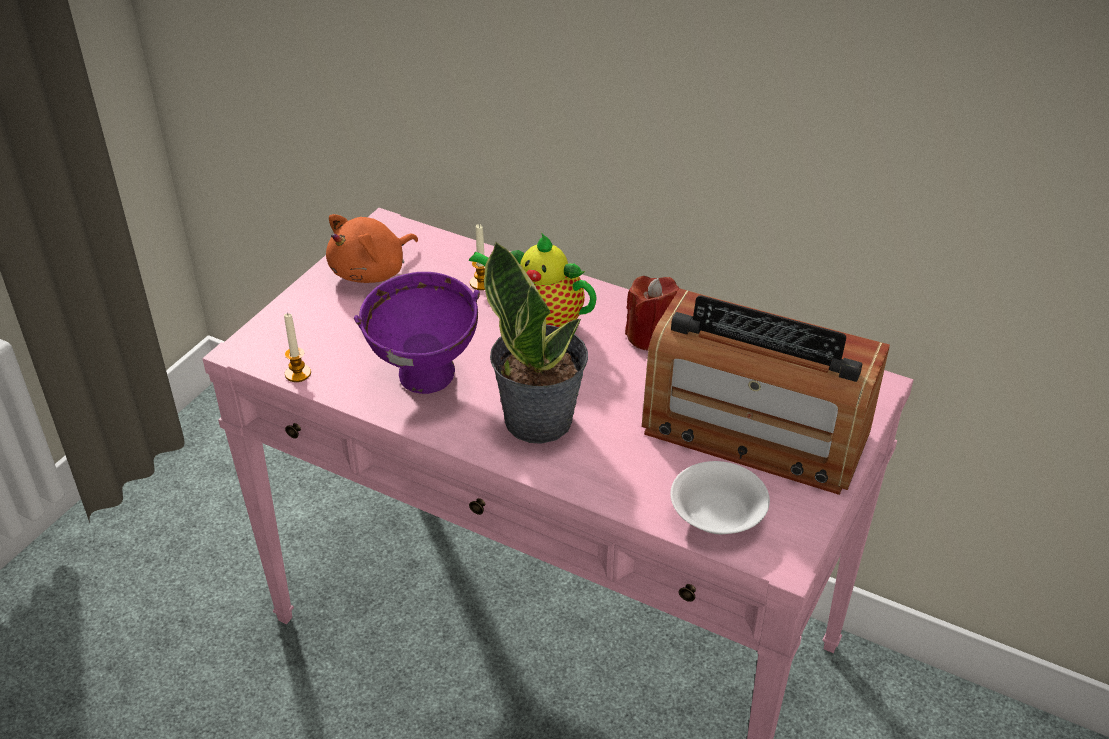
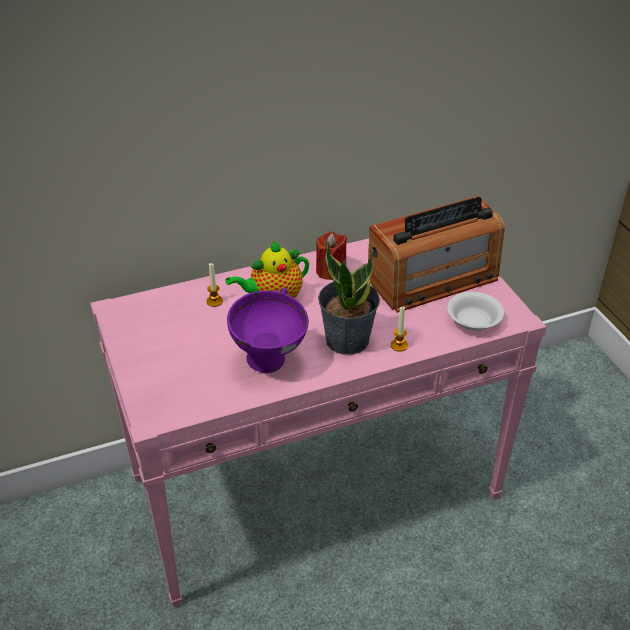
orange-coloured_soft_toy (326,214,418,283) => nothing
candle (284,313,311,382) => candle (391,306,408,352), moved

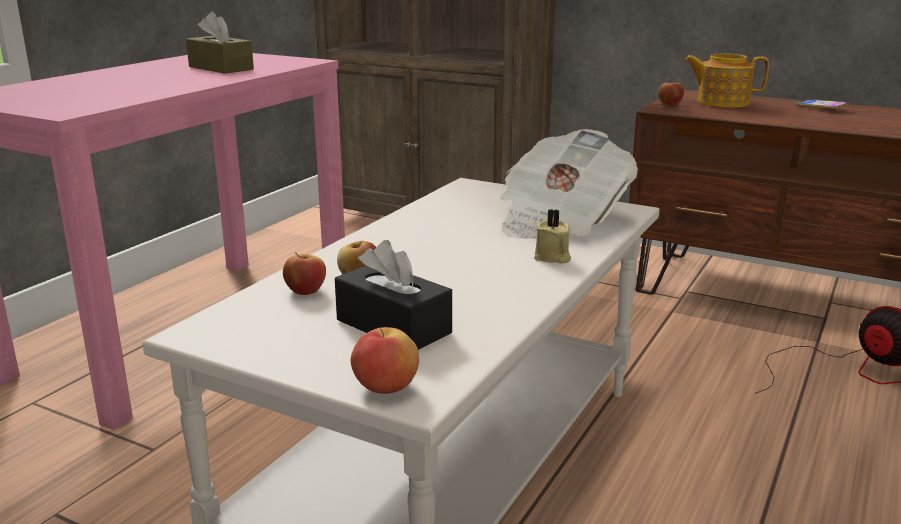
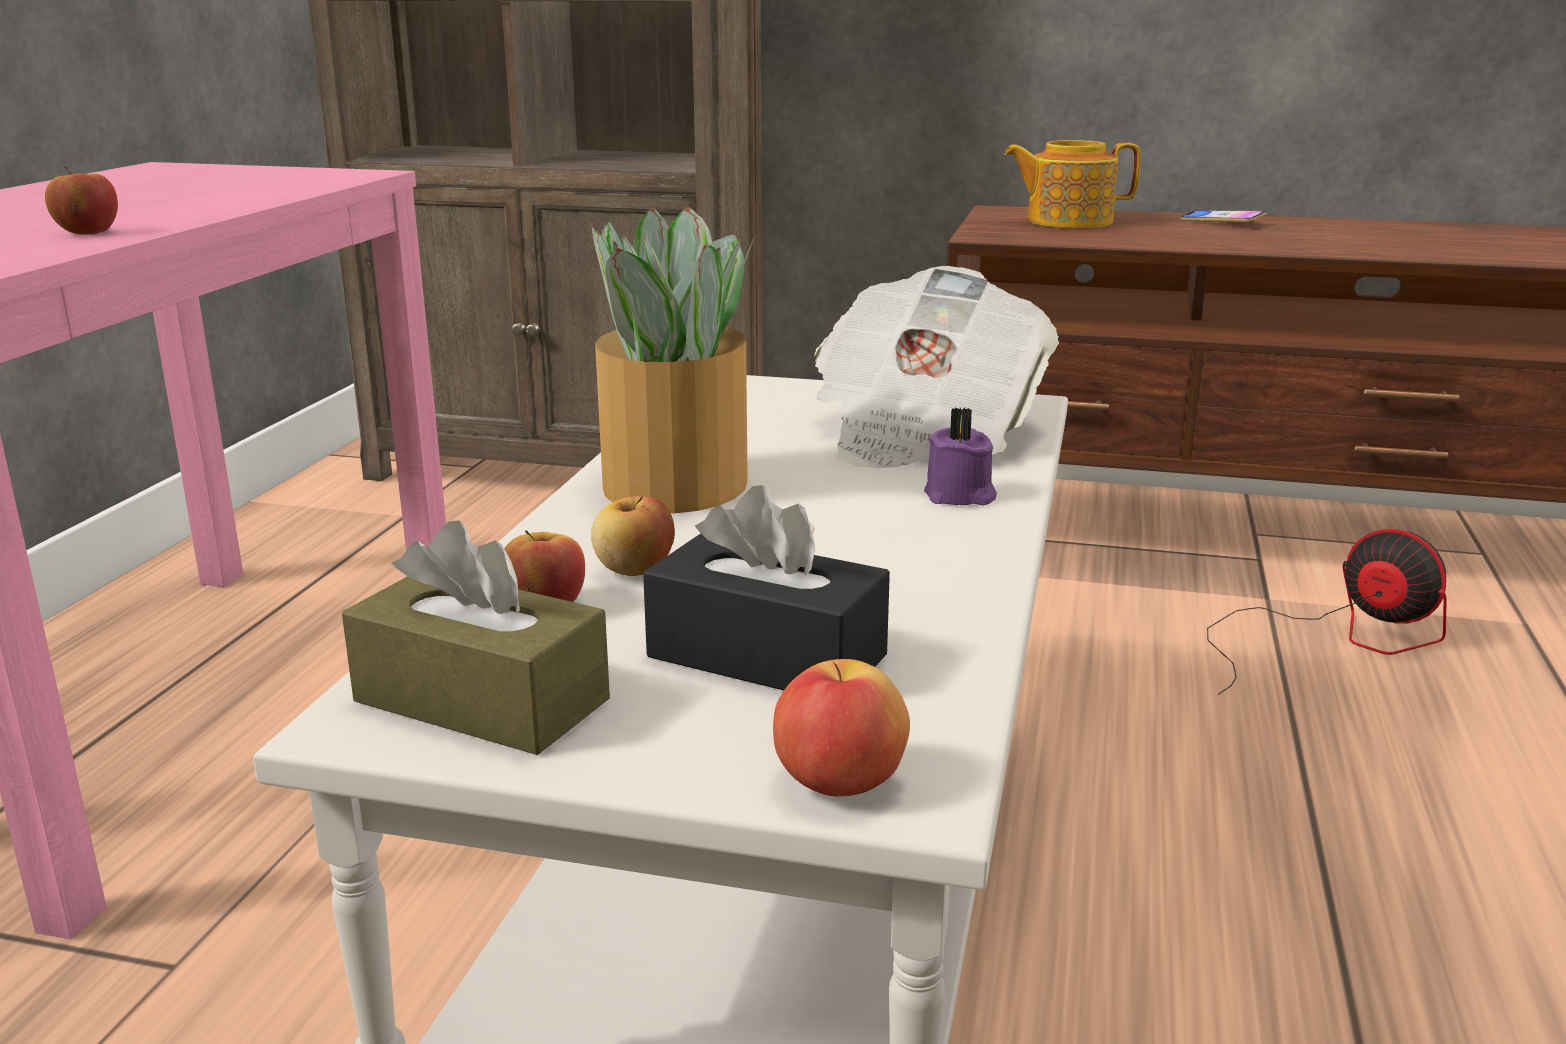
brownish_tissue_box (186,11,254,74) => brownish_tissue_box (342,520,610,755), moved
apple_fruit (658,80,684,105) => apple_fruit (45,166,118,235), moved
beige-coloured_candle (534,209,571,264) => purple_candle (924,407,997,506)
nothing => plant_in_a_pot (591,207,756,513)

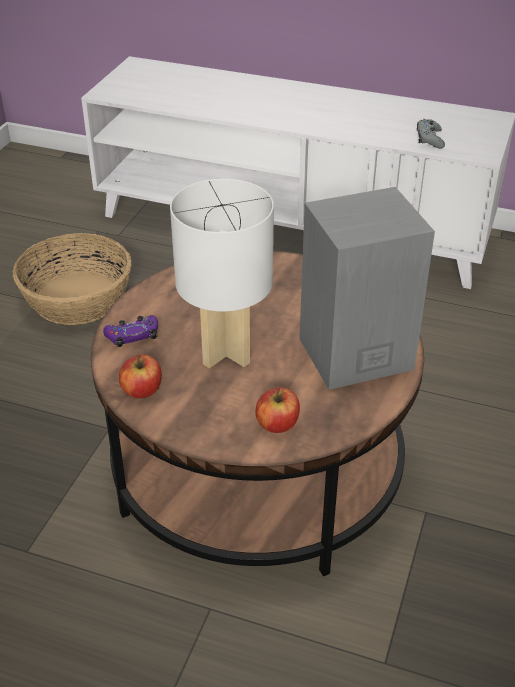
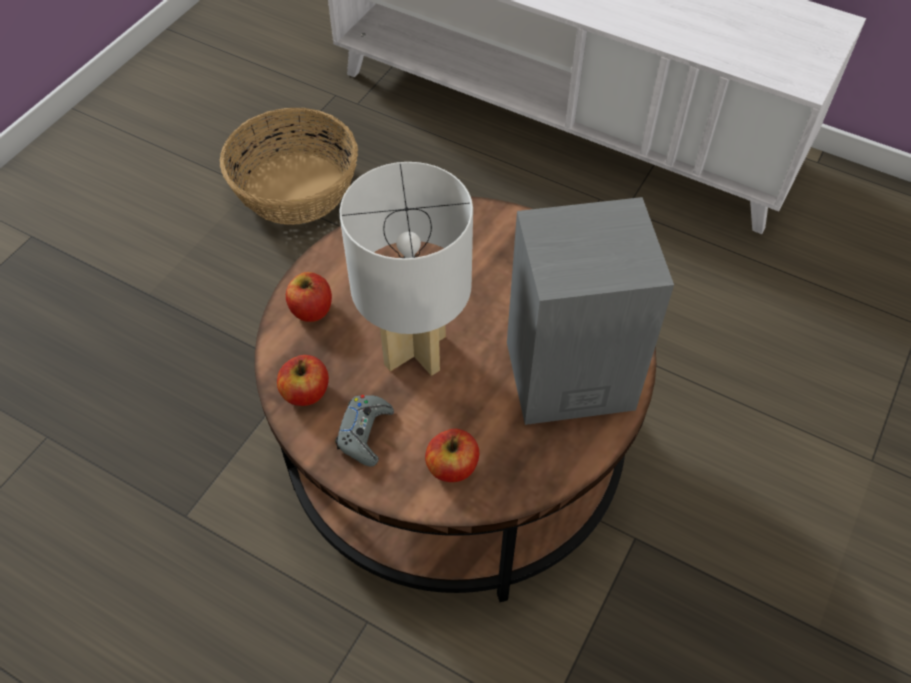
gray_game_controller (417,119,445,149) => gray_game_controller (335,395,394,466), moved
purple_game_controller (103,315,158,347) => apple_fruit (286,272,332,322)

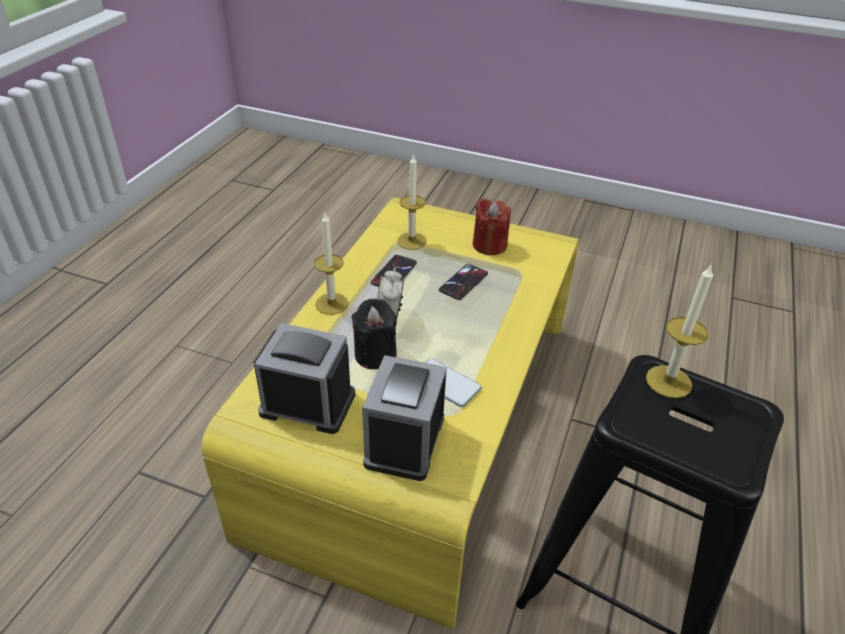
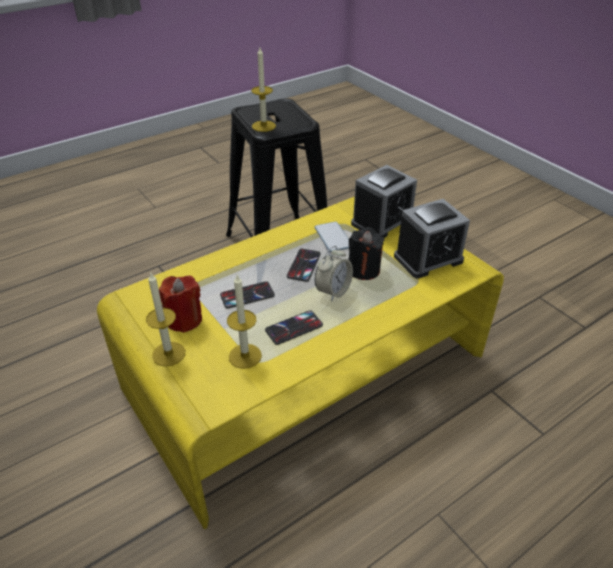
candle (314,213,349,315) => candle (146,271,185,367), moved
table_clock (254,323,355,434) => table_clock (394,199,470,279), 75 degrees counterclockwise
nothing => phone (287,249,321,282)

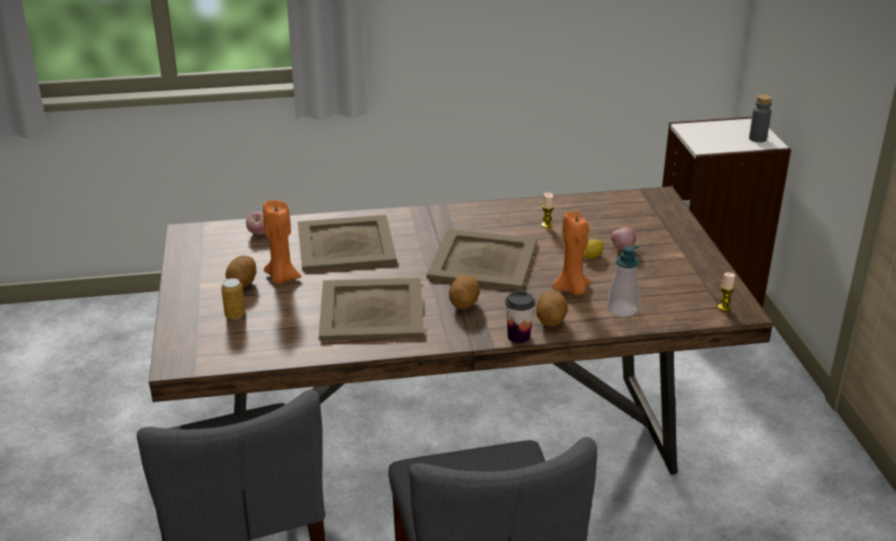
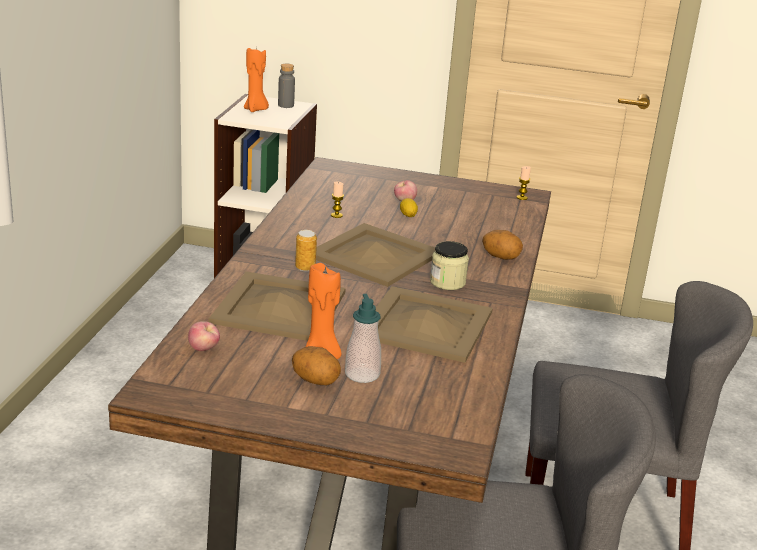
orange-coloured_candle (552,212,590,295) => orange-coloured_candle (244,47,269,112), moved
soap_dispenser (608,245,639,317) => soap_dispenser (345,294,381,383), moved
potato (449,275,480,309) => jar (430,241,469,290)
metal_can (221,278,245,320) => metal_can (295,230,317,271), moved
drinking_cup (505,291,535,343) => nothing

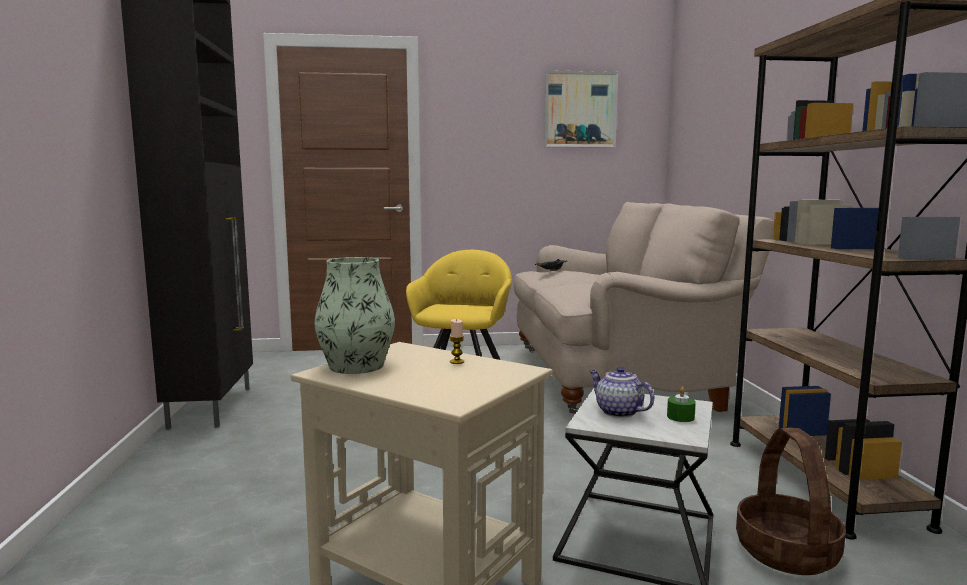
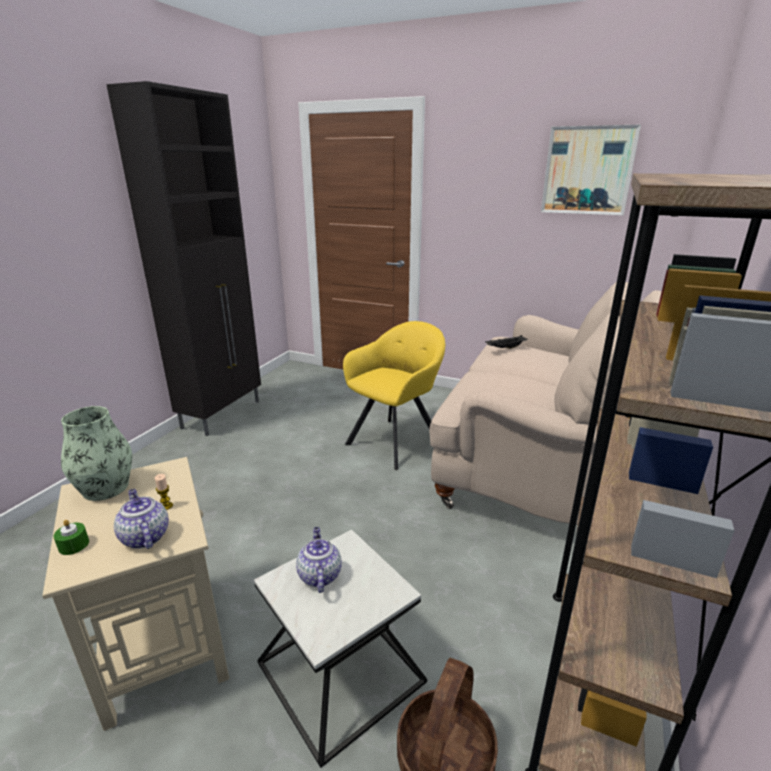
green_candle (667,387,696,422) => green_candle (53,520,89,555), moved
nothing => tea_pot (114,489,169,549)

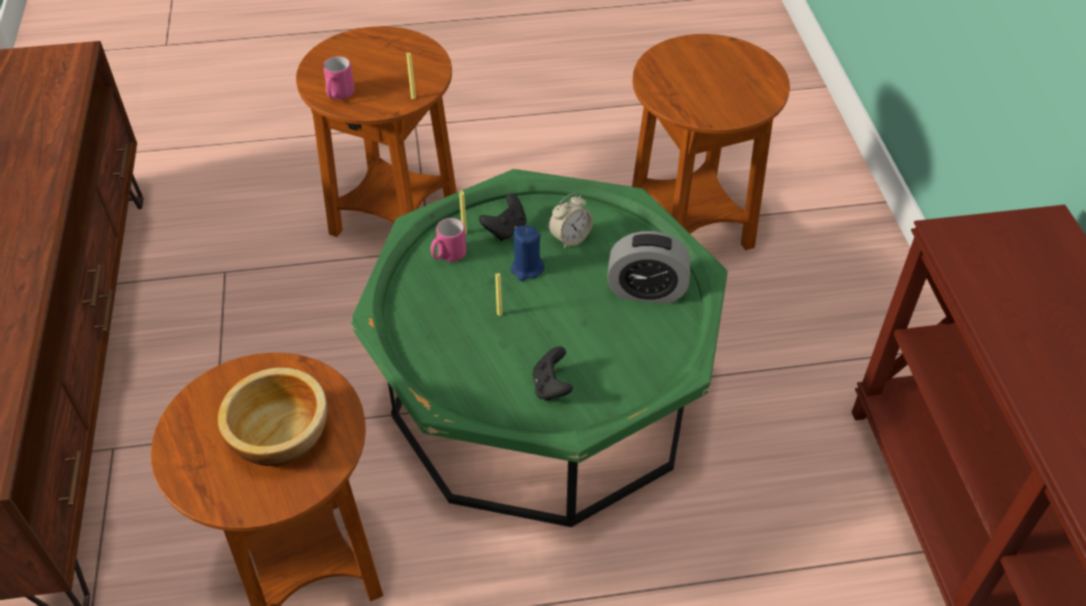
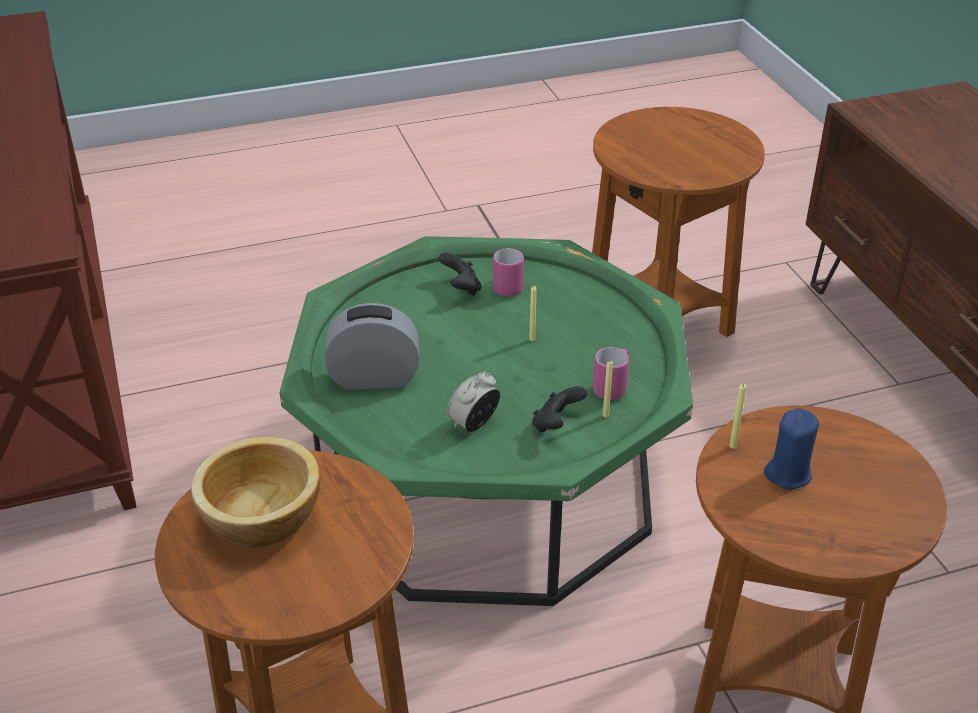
pinkish_coffee_mug (323,56,355,99) => pinkish_coffee_mug (493,248,524,296), moved
blue-coloured_candle (510,226,545,281) => blue-coloured_candle (764,408,819,490), moved
serving_bowl (217,368,328,466) => serving_bowl (191,437,320,548), moved

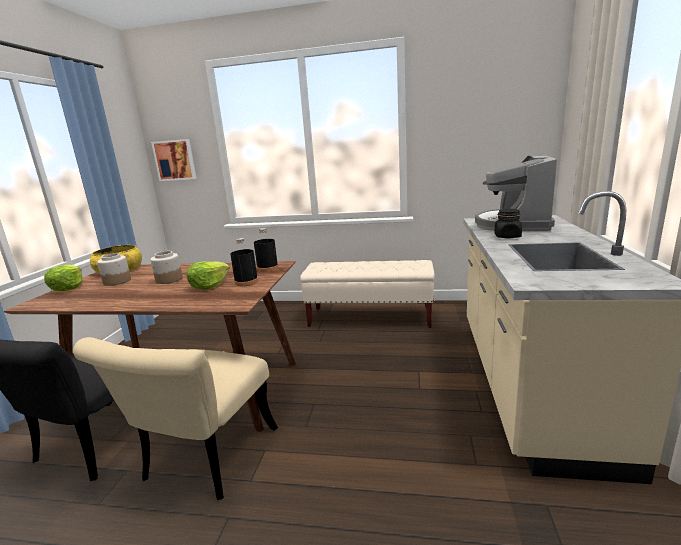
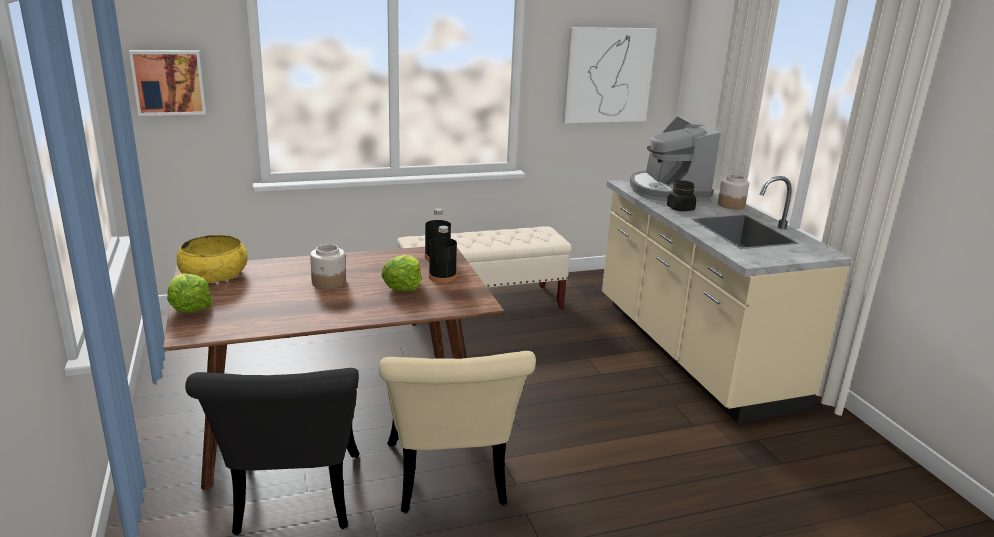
jar (97,253,131,286) => jar (718,175,749,209), moved
nothing => wall_picture (562,27,657,124)

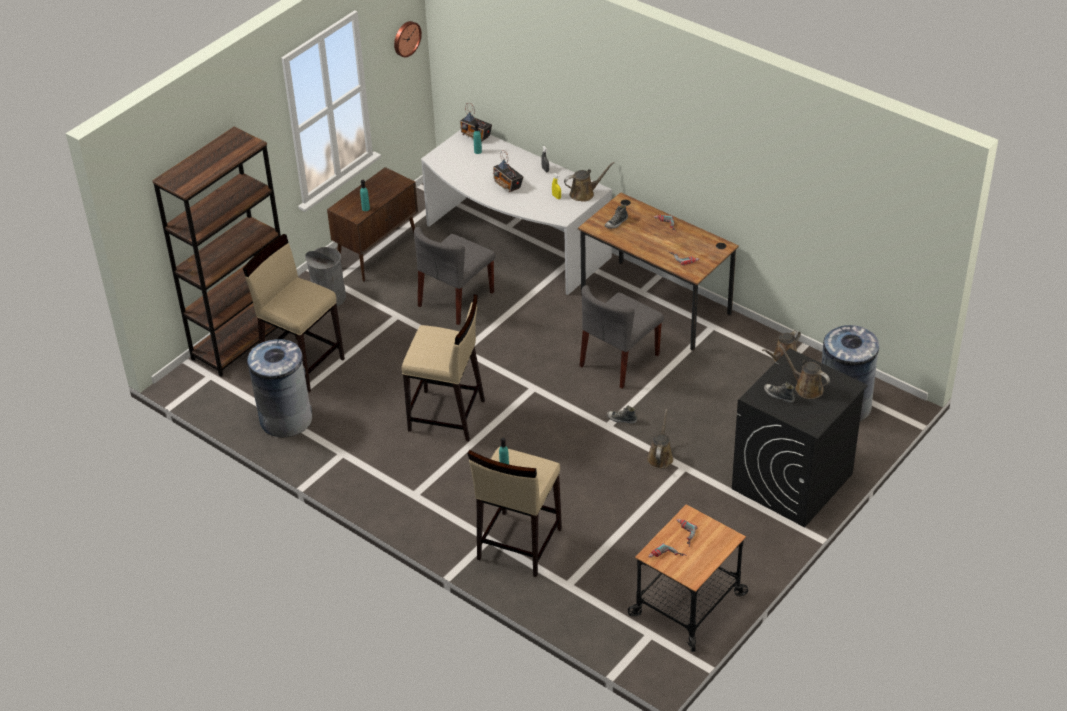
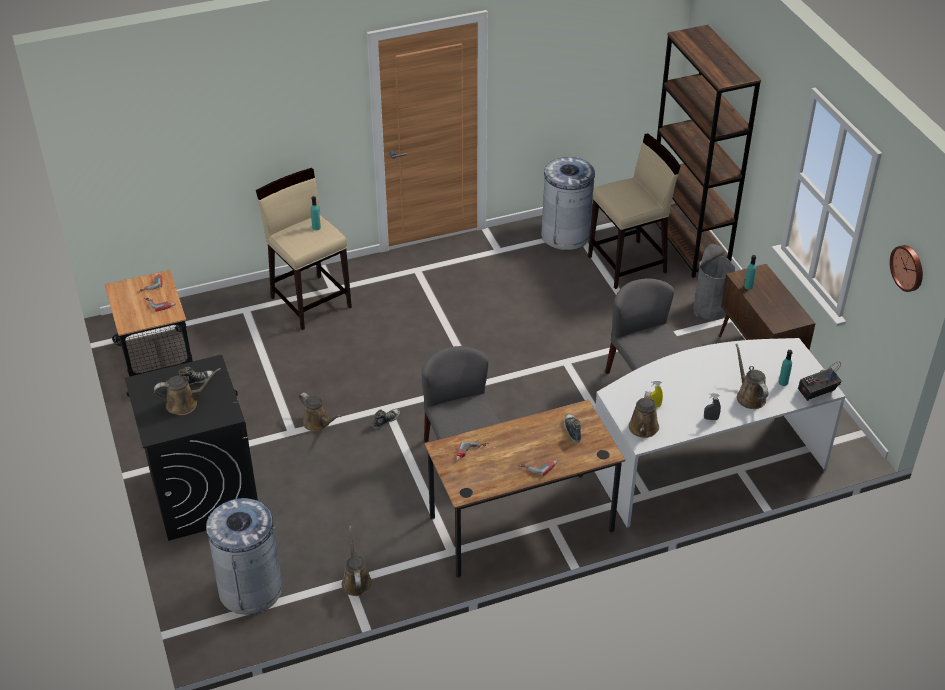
radio (493,150,524,192) => nothing
beige-coloured_stool_seat (401,294,485,441) => nothing
nothing => brownish_sprinkling_can (735,344,768,409)

